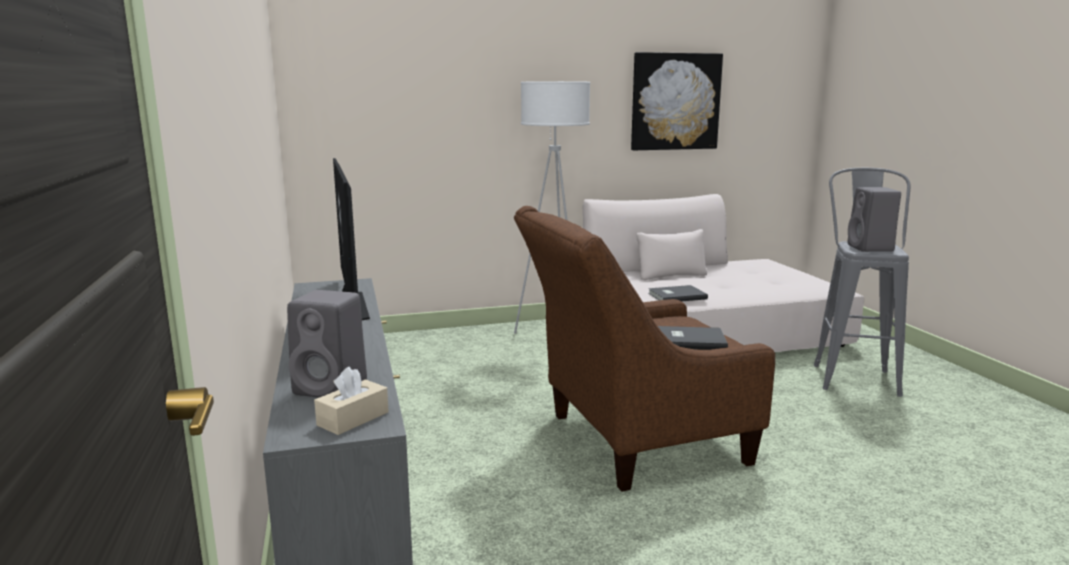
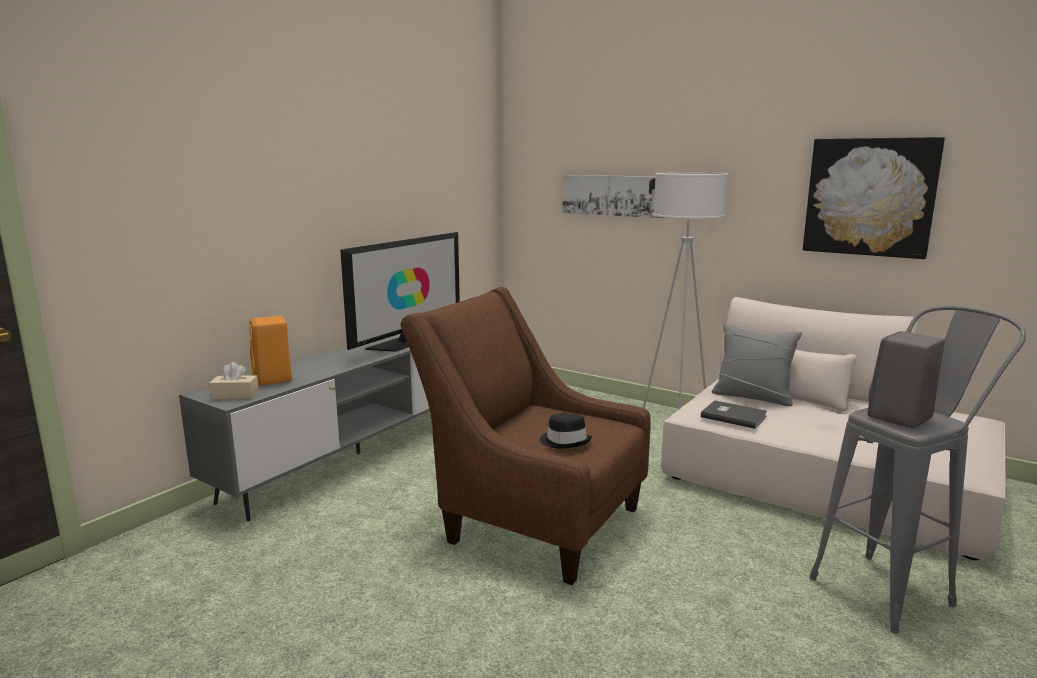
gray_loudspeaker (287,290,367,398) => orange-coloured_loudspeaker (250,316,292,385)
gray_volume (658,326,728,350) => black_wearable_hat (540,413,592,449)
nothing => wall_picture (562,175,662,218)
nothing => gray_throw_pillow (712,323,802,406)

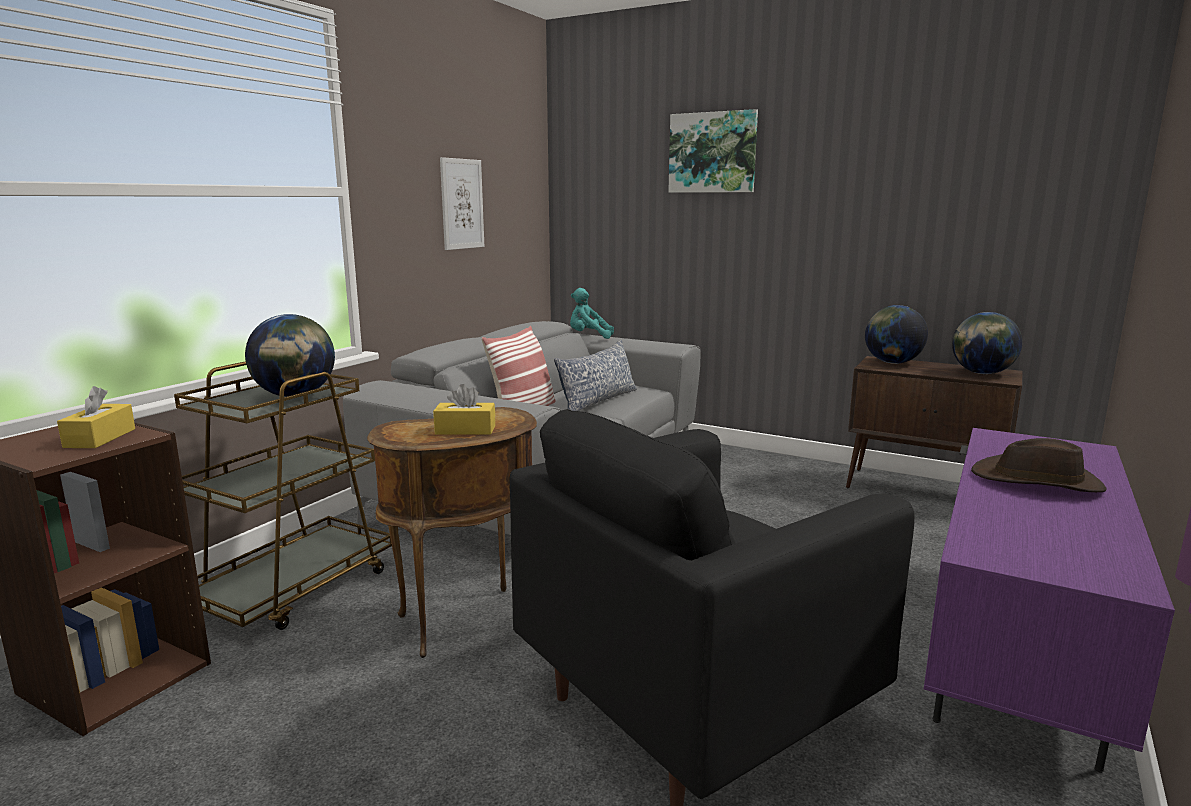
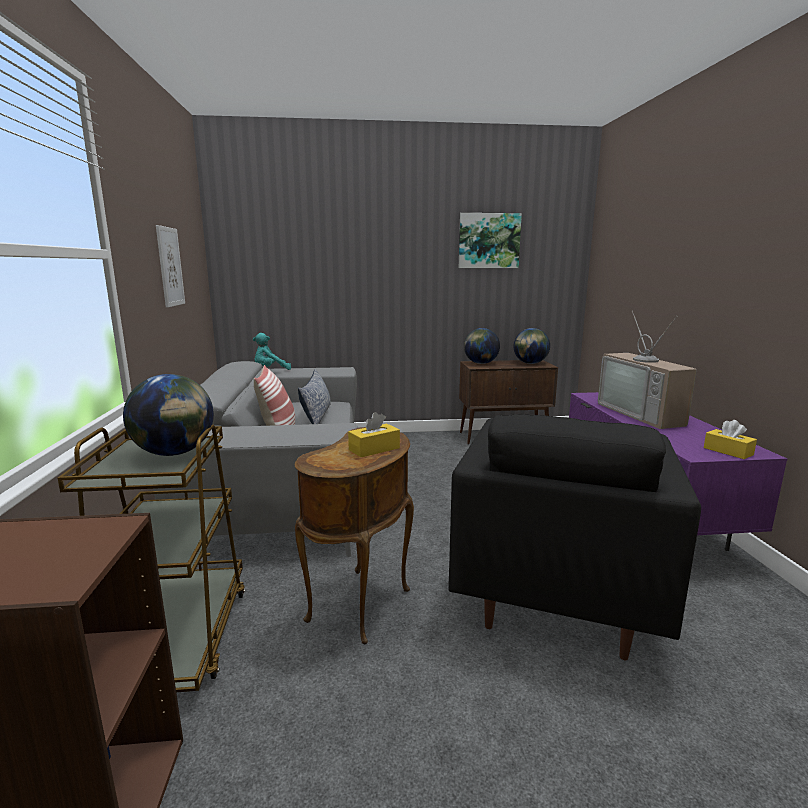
wall_picture (668,109,758,193) => wall_picture (459,213,522,268), moved
yellowish_tissue_box (57,386,135,448) => yellowish_tissue_box (704,420,757,459), moved
brownish_wearable_hat (971,438,1107,492) => TV_set (598,311,696,429)

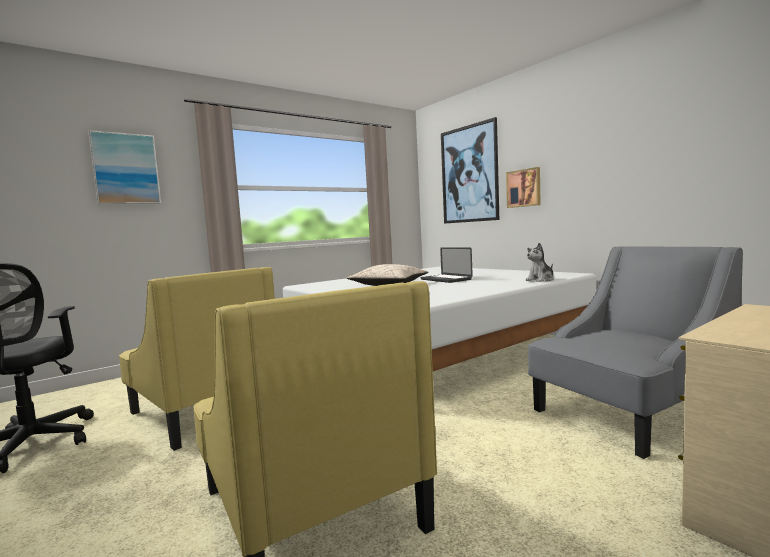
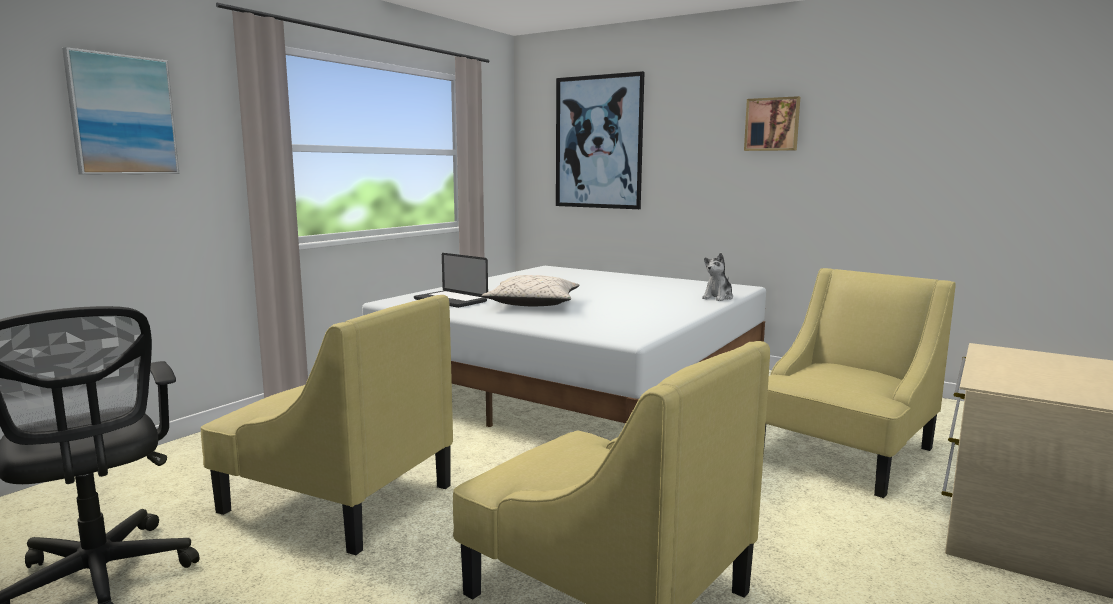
wall_picture (506,167,541,208) => wall_picture (744,96,800,151), moved
gray_easy_chair (528,246,743,459) => yellowish_easy_chair (763,268,956,498)
laptop (420,247,473,283) => laptop (414,253,488,308), moved

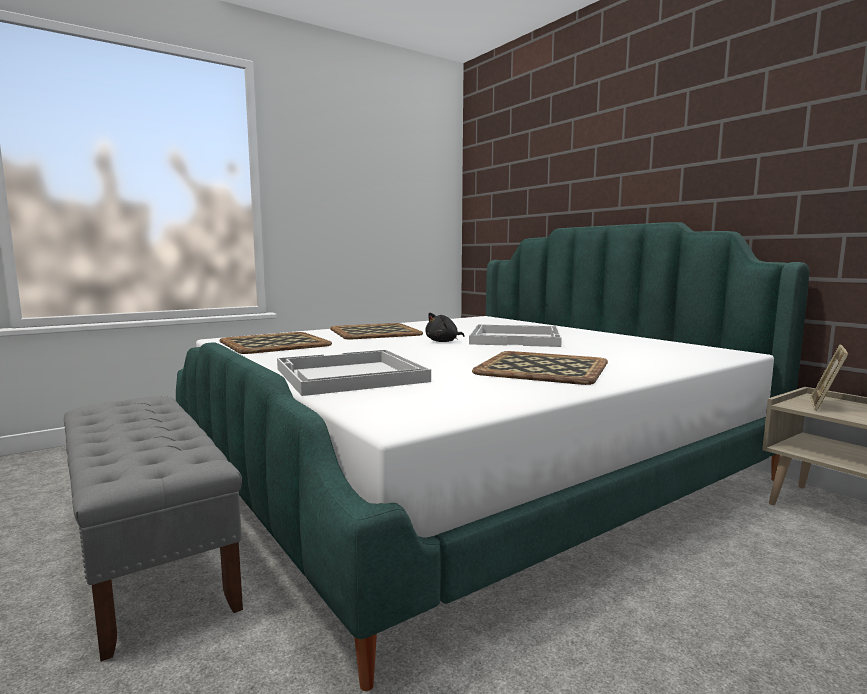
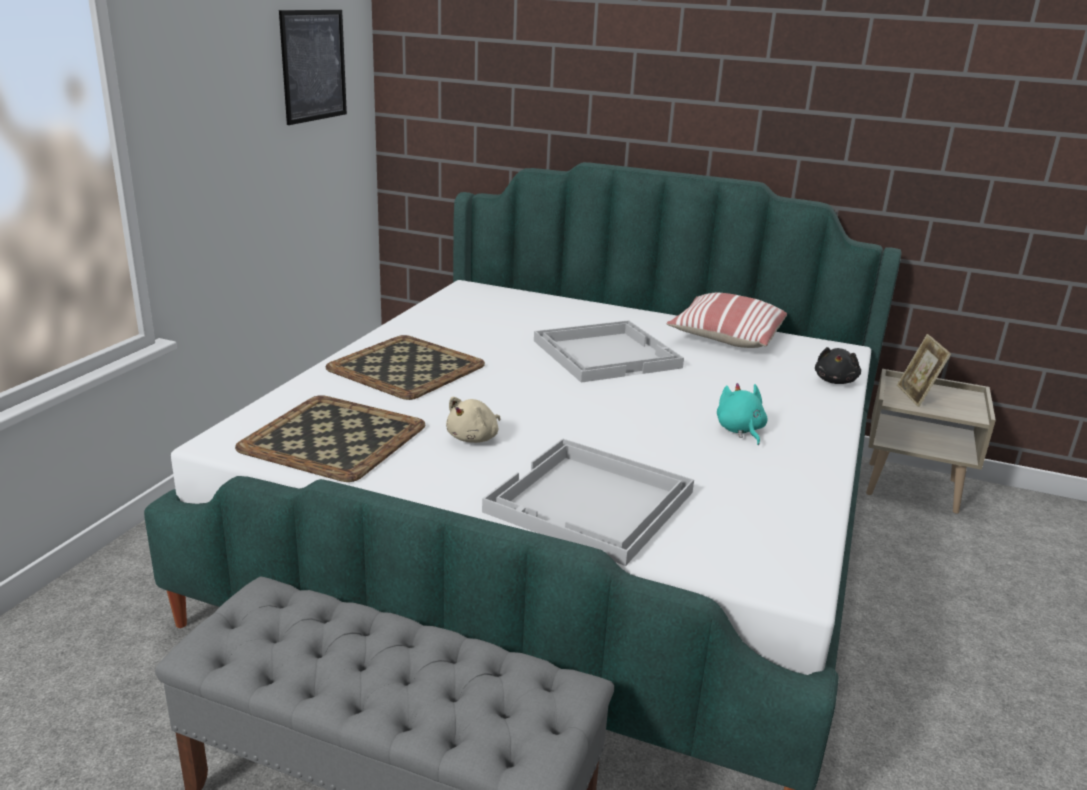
black_soft_toy (425,312,464,342) => black_soft_toy (815,347,861,384), moved
serving_tray (472,351,608,385) => blue-green_soft_toy (717,383,768,445)
nothing => wall_picture (279,10,347,125)
nothing => throw_pillow (667,293,787,348)
nothing => beige-coloured_soft_toy (446,397,501,443)

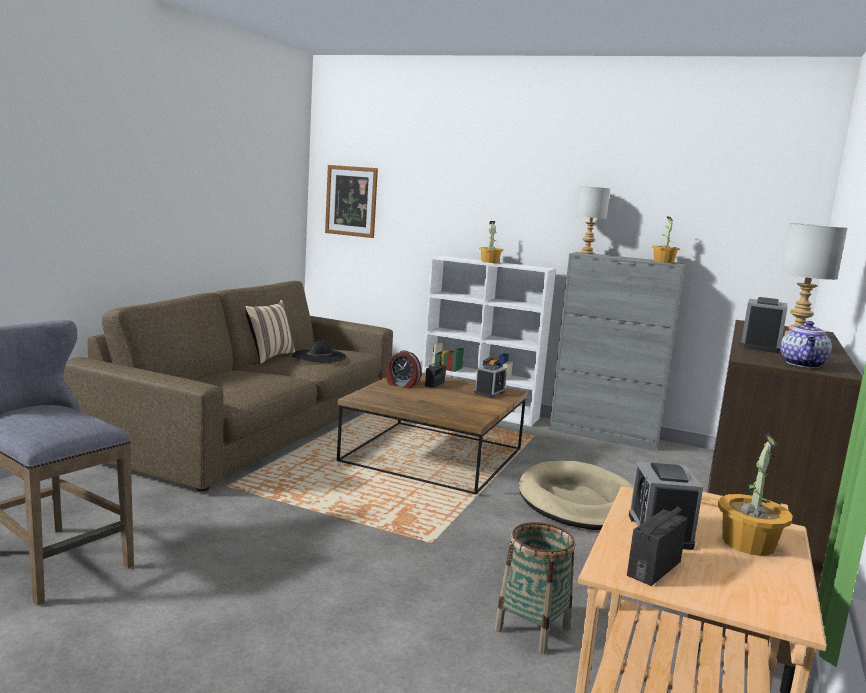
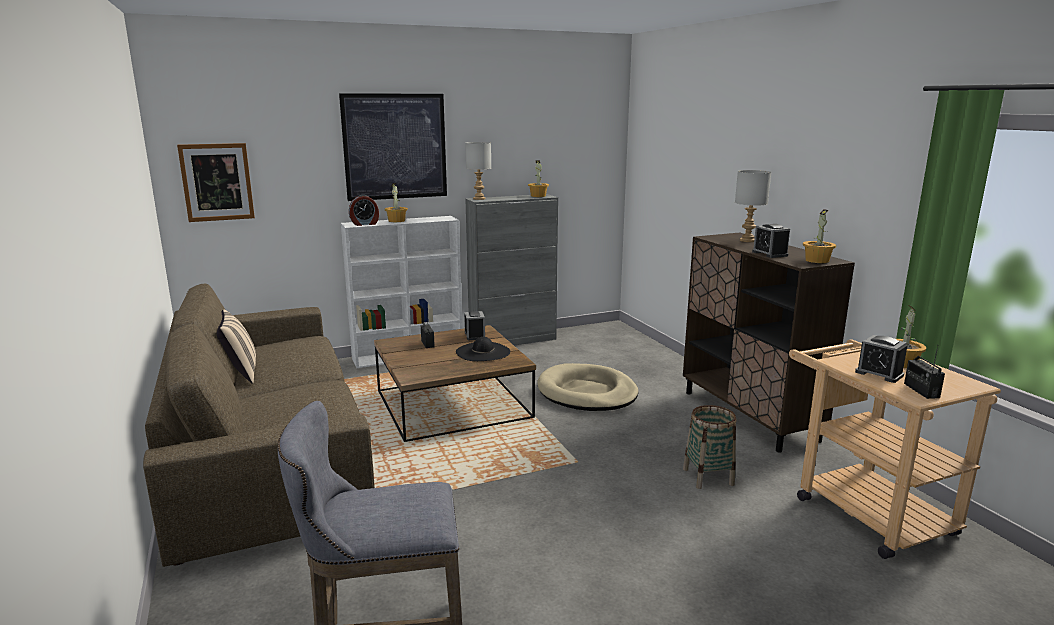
tea_pot (781,321,832,368) => plant_in_a_pot (803,209,836,263)
black_wearable_hat (292,341,346,363) => black_wearable_hat (456,337,510,361), moved
table_clock (386,350,422,389) => table_clock (349,195,379,226), moved
nothing => wall_picture (339,93,447,201)

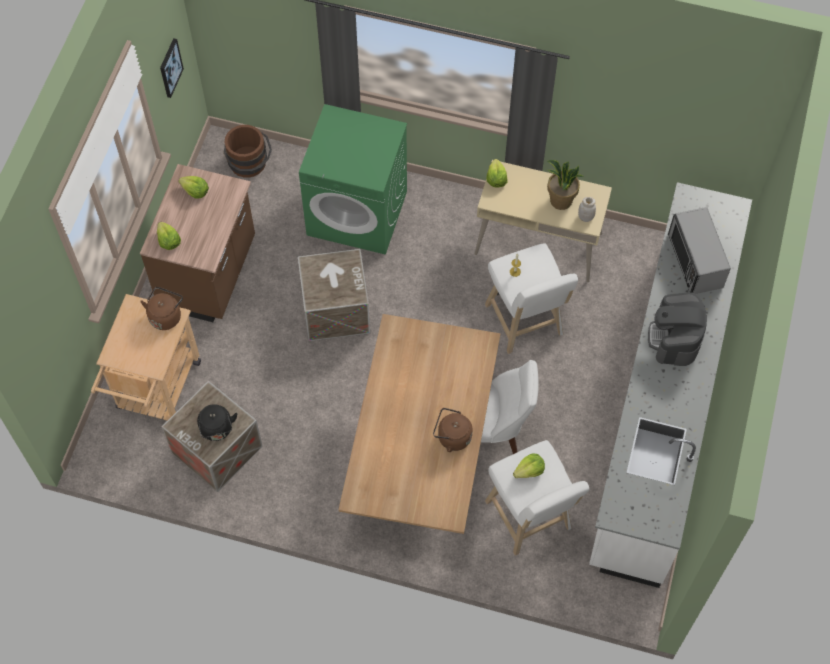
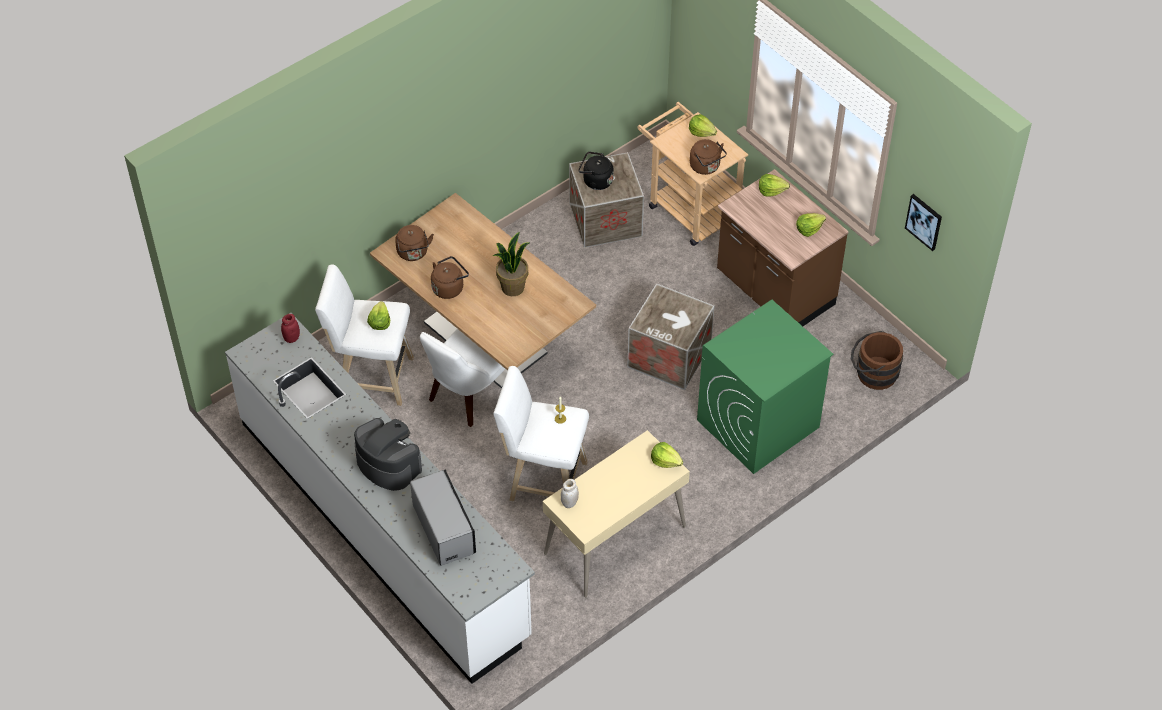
plant_in_a_pot (547,160,584,210) => plant_in_a_pot (493,232,529,296), moved
microwave (668,207,731,294) => microwave (410,469,476,566), 45 degrees clockwise
nothing => lettuce (689,114,717,137)
nothing => brownish_water_kettle (395,225,434,261)
nothing => red_jar (281,314,300,343)

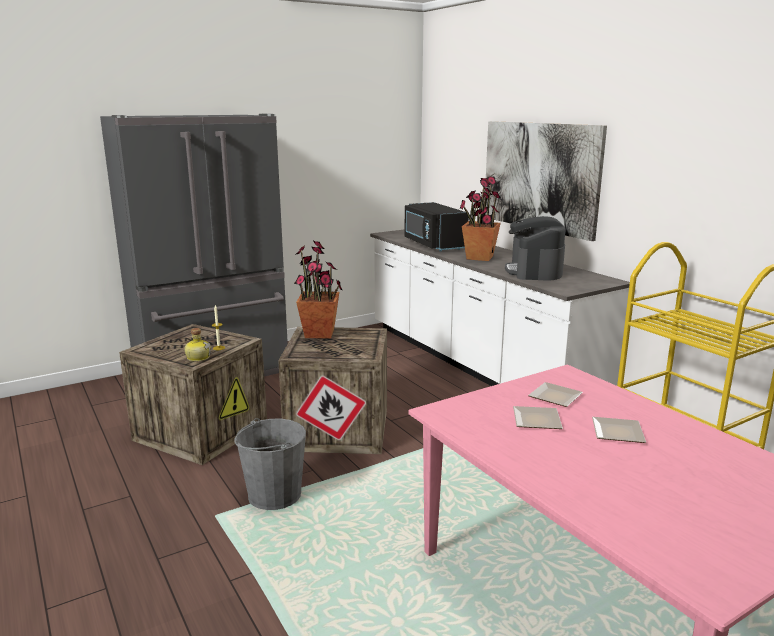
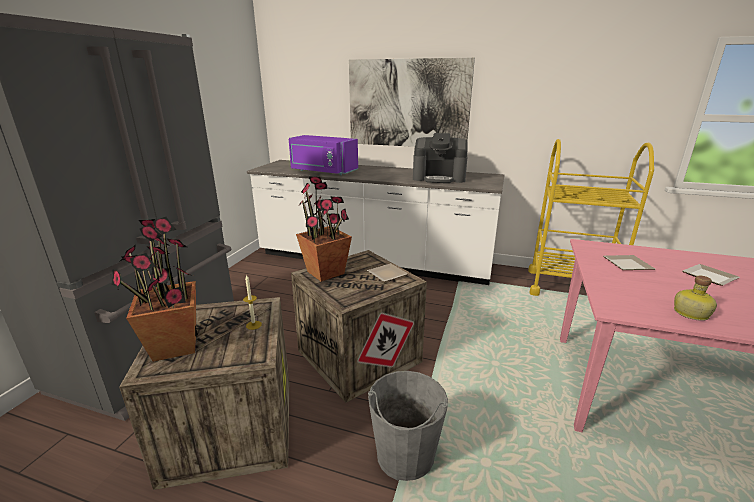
plant_in_a_pot (459,177,501,261) => plant_in_a_pot (111,217,198,362), moved
black_microwave (404,202,469,251) => purple_microwave (289,135,358,175)
coffee_maker (505,216,565,280) => coffee_maker (413,133,467,183), 45 degrees counterclockwise
beverage_bottle (184,328,211,362) => beverage_bottle (674,276,717,321), moved
flat_dish (513,406,563,429) => flat_dish (367,263,408,282), moved

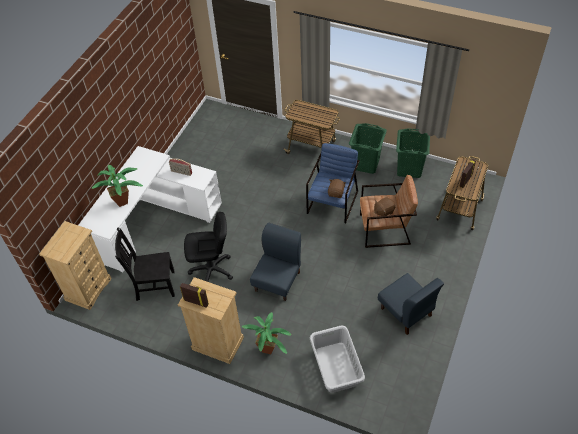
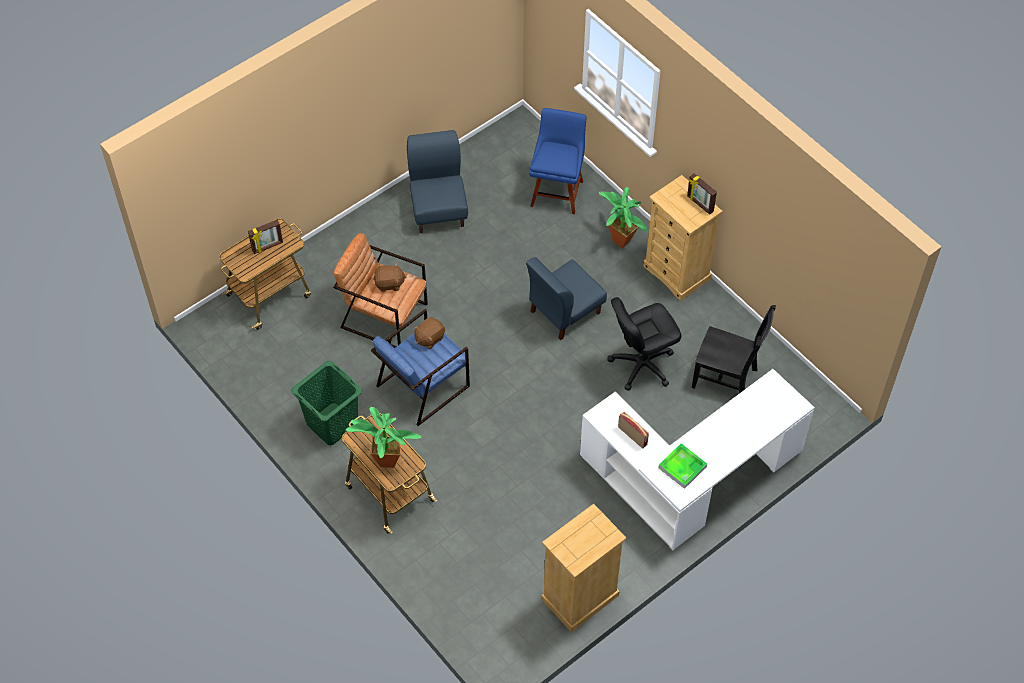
green_laundry_basket (396,128,430,178) => nothing
plant_in_a_pot (91,165,143,207) => plant_in_a_pot (346,407,421,468), moved
black_office_chair (184,212,233,282) => black_office_chair (607,297,681,391), 45 degrees counterclockwise
beige-coloured_dresser (39,221,112,310) => beige-coloured_dresser (541,504,626,633), moved
gray_laundry_basket (310,326,365,393) => blue-coloured_upright_chair (529,108,586,214)
nothing => serving_tray (659,443,707,489)

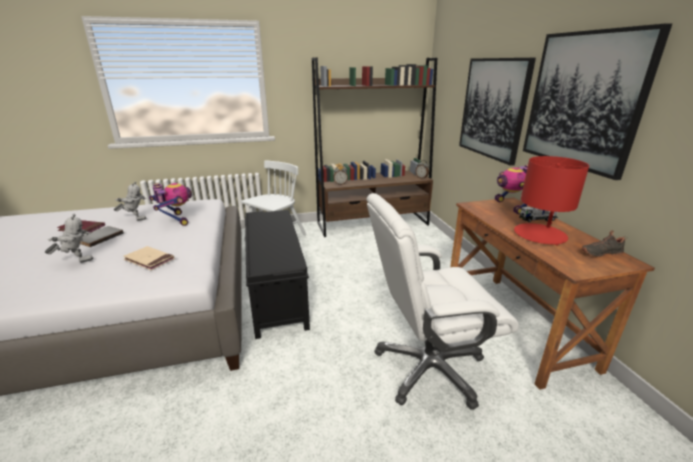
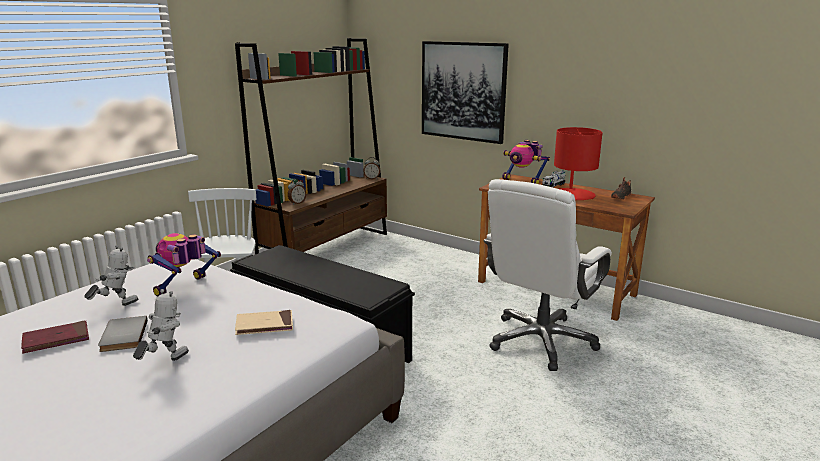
wall_picture (523,23,672,180) => nothing
robot_figure (149,183,192,226) => robot_figure (147,233,221,297), 75 degrees counterclockwise

